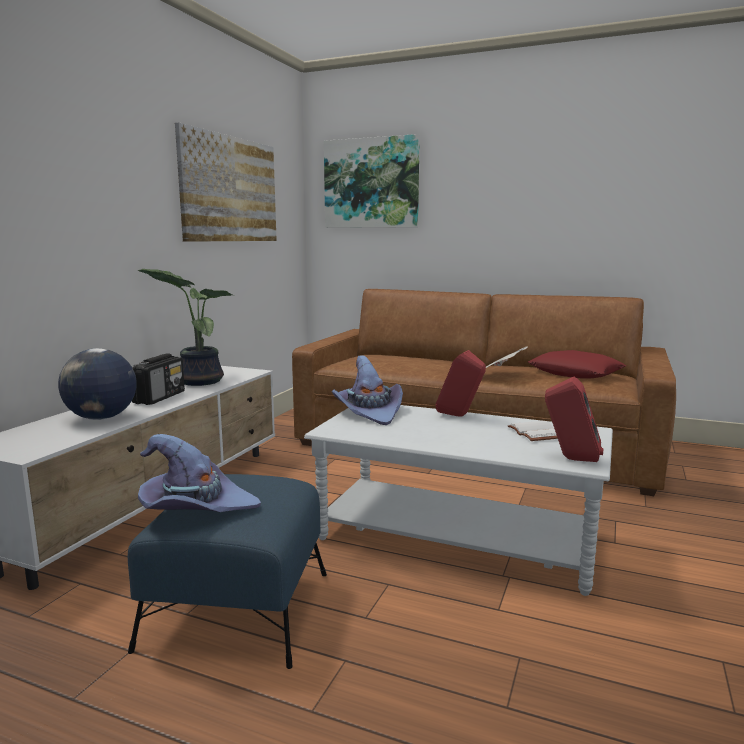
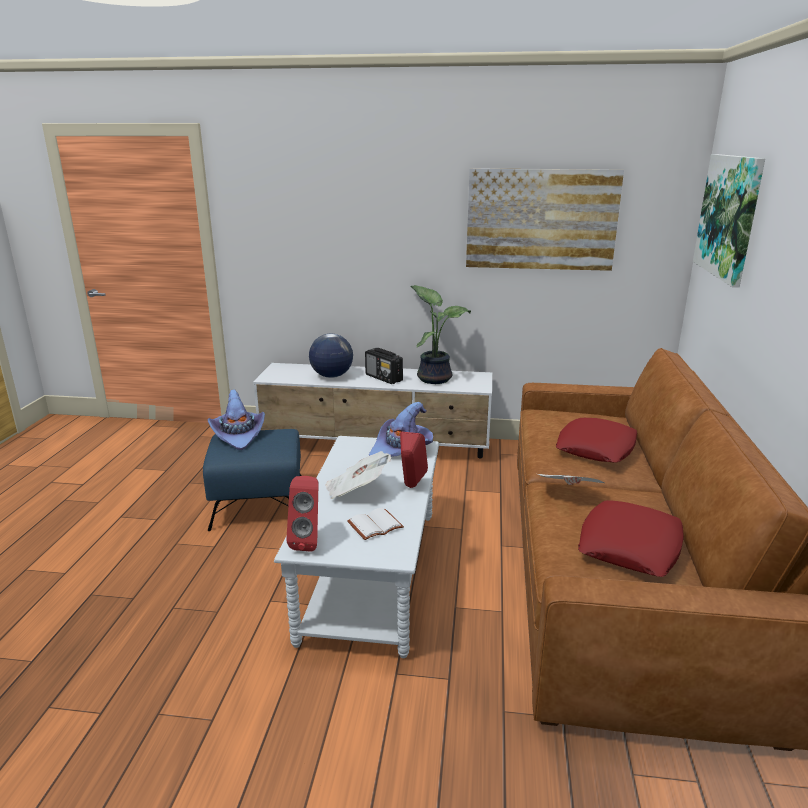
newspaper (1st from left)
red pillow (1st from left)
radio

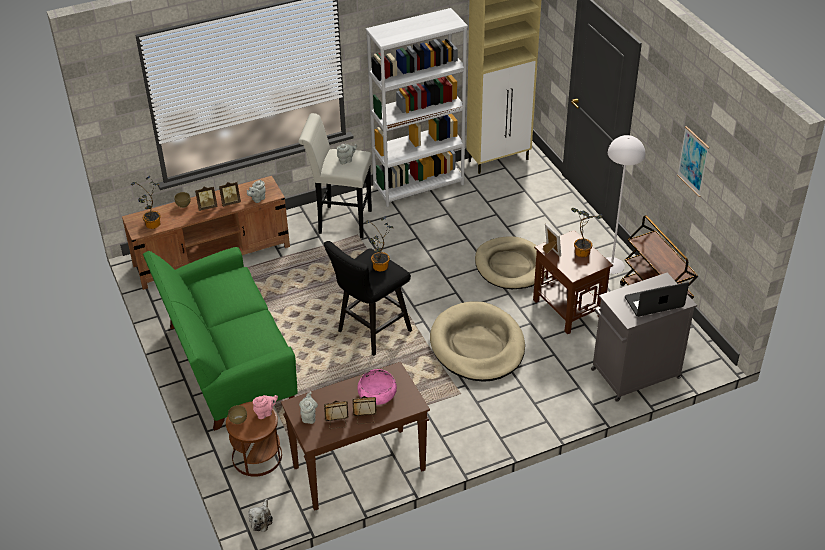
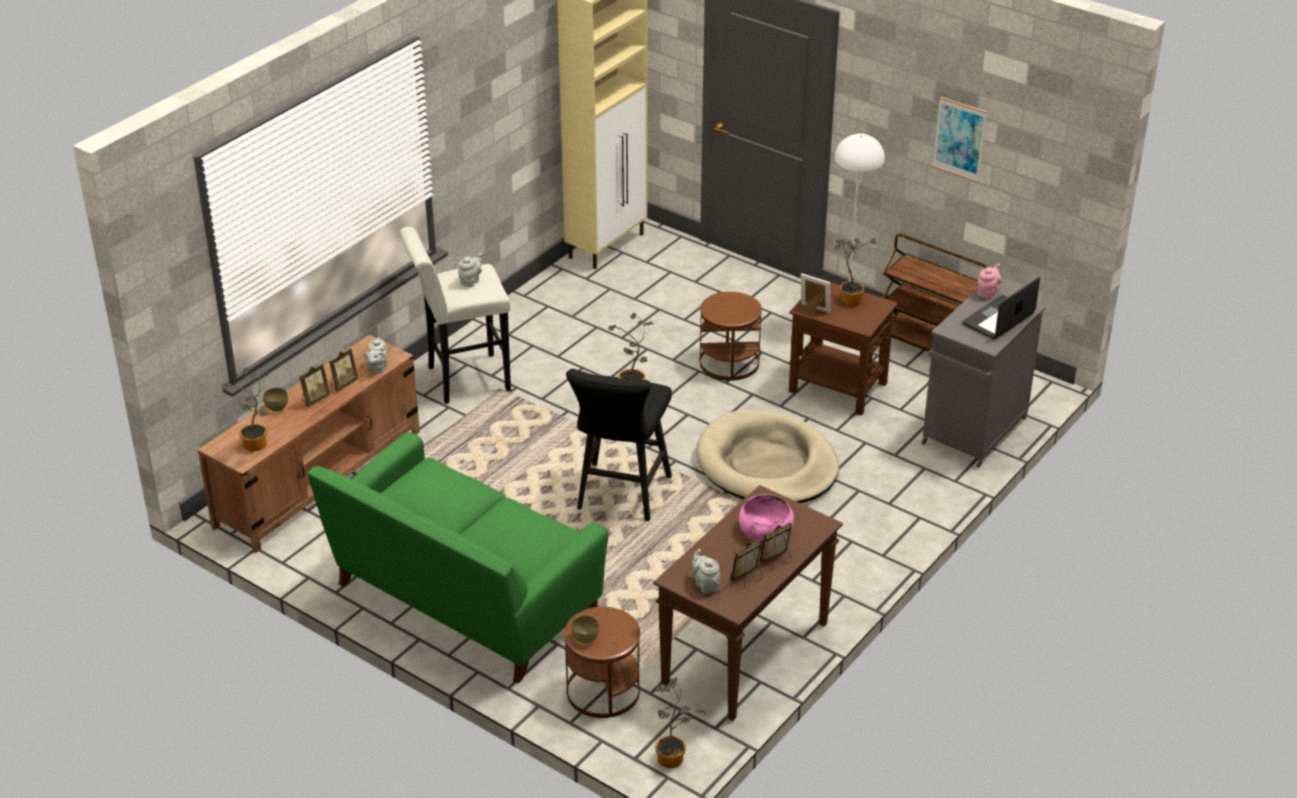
white bookcase
pink teapot
potted plant (3rd from left)
brown side table (2nd from left)

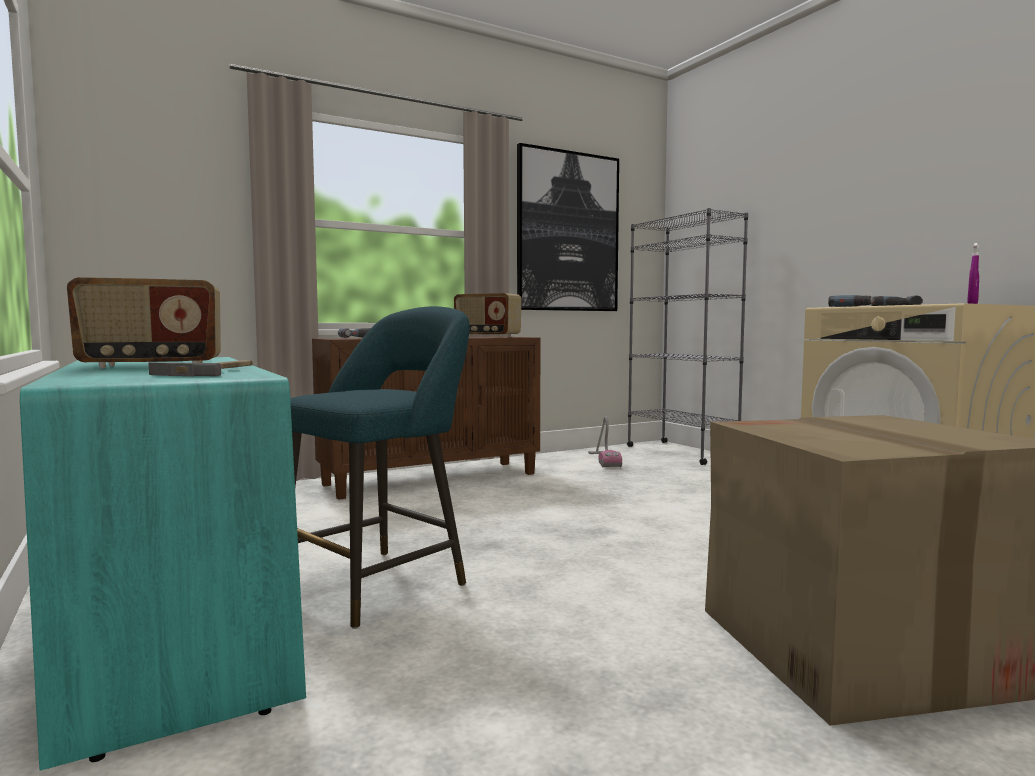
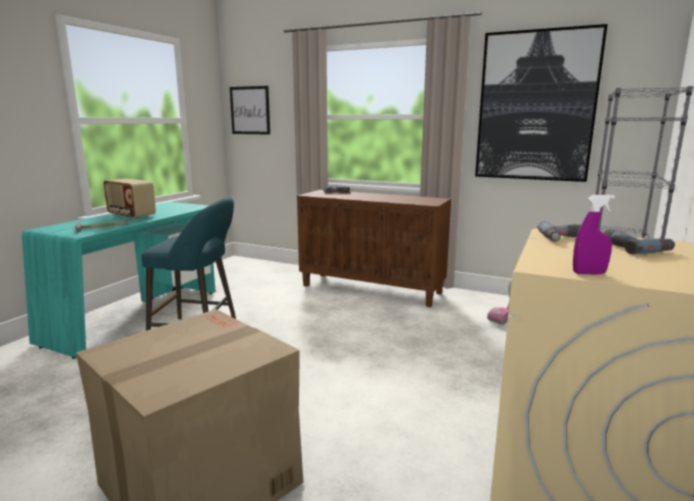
radio (2nd from left in the first image)
picture (1st from left)

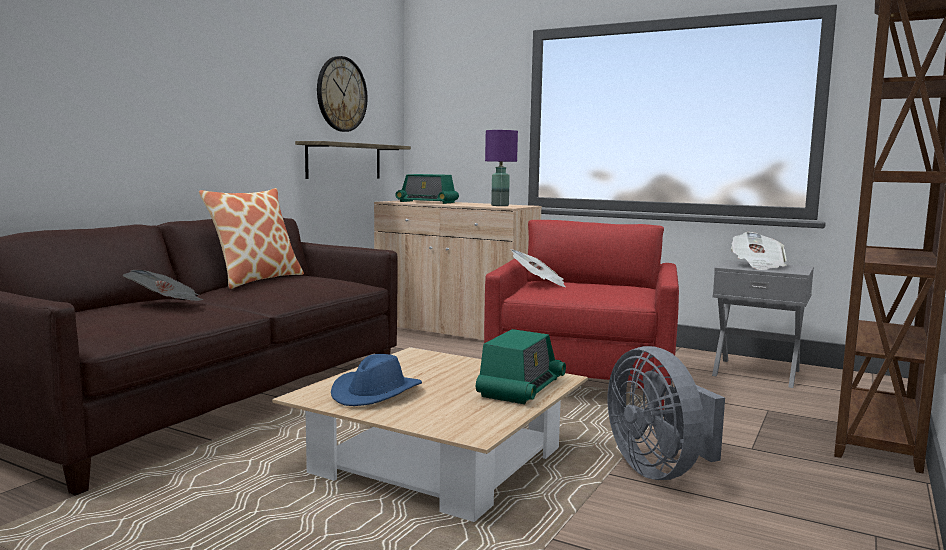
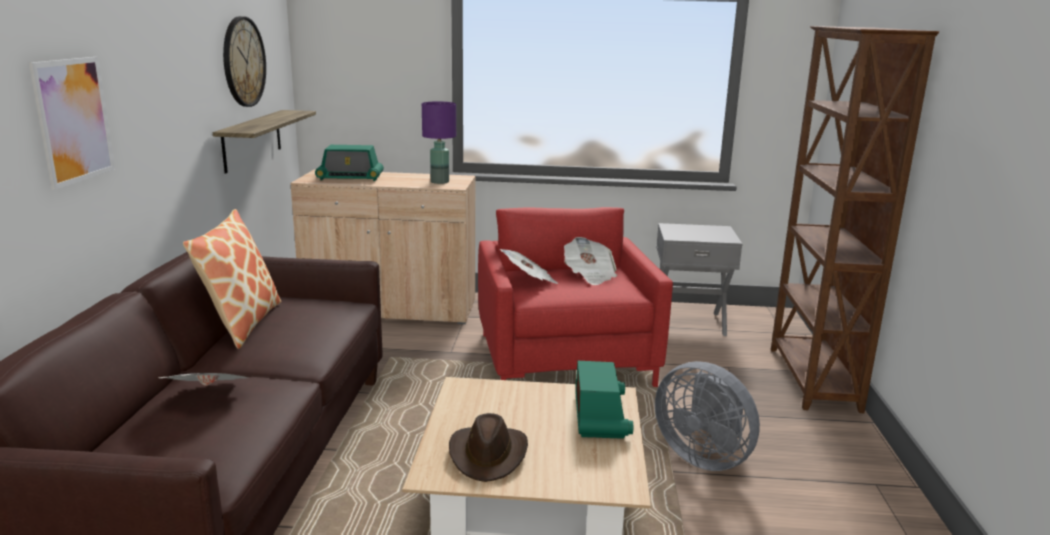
picture
newspaper (3rd from left)
brown hat

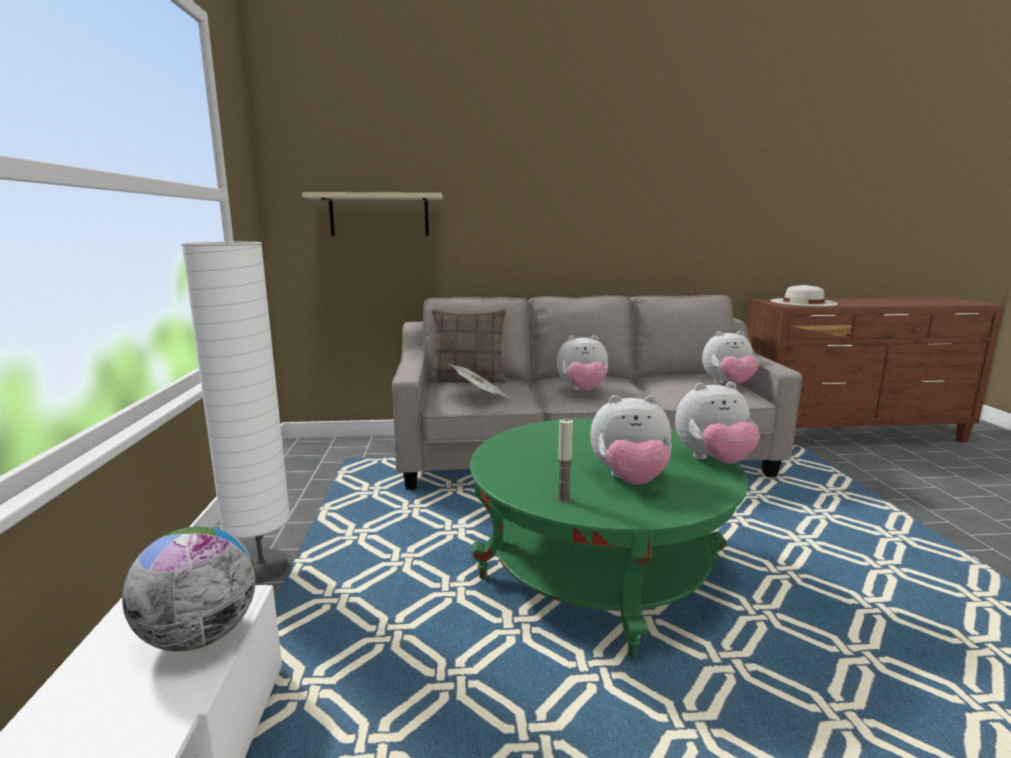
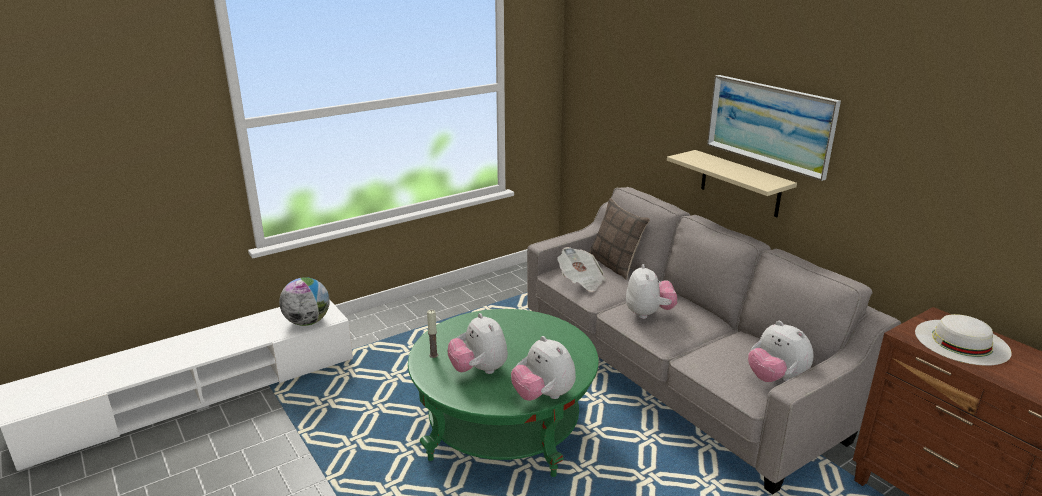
white floor lamp
picture
beige shelf
plush toy (3rd from left)

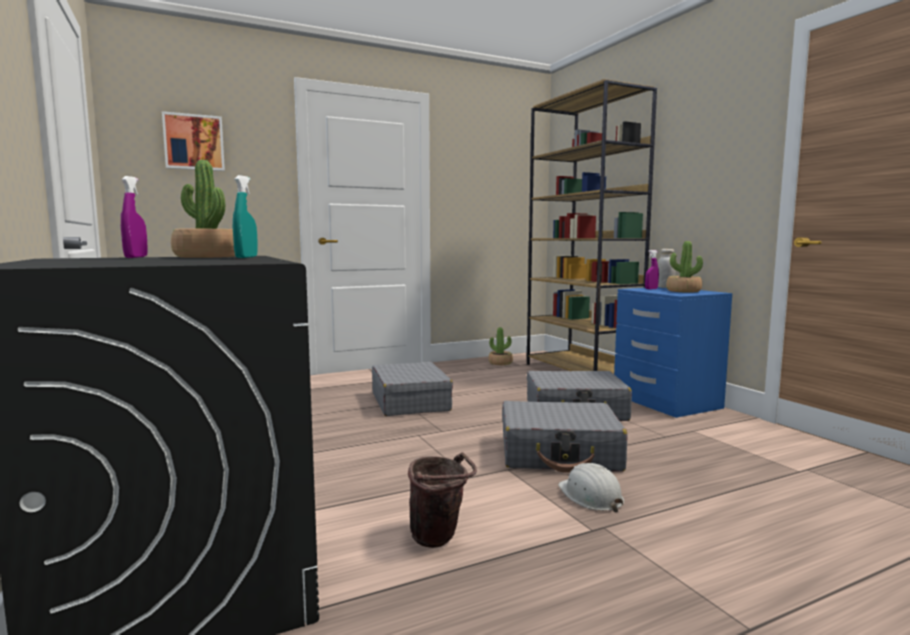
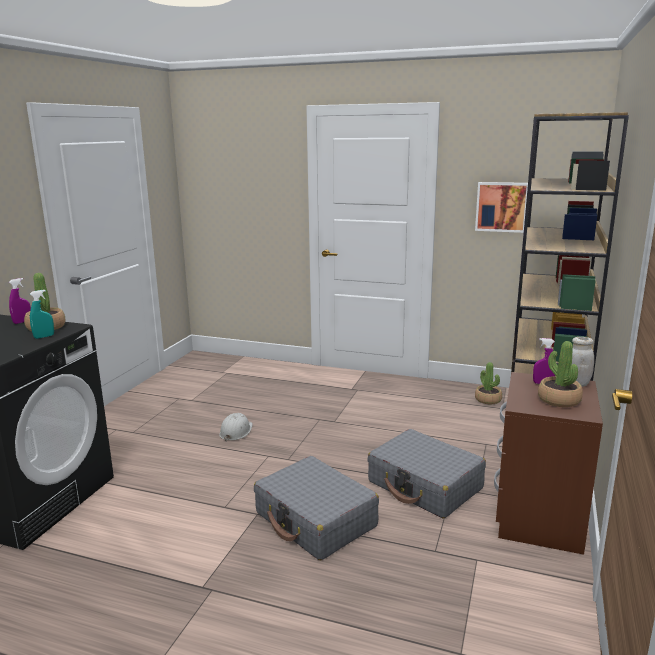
grey suitcase (1st from left in the first image)
brown bucket
picture
white hard hat
brown nightstand

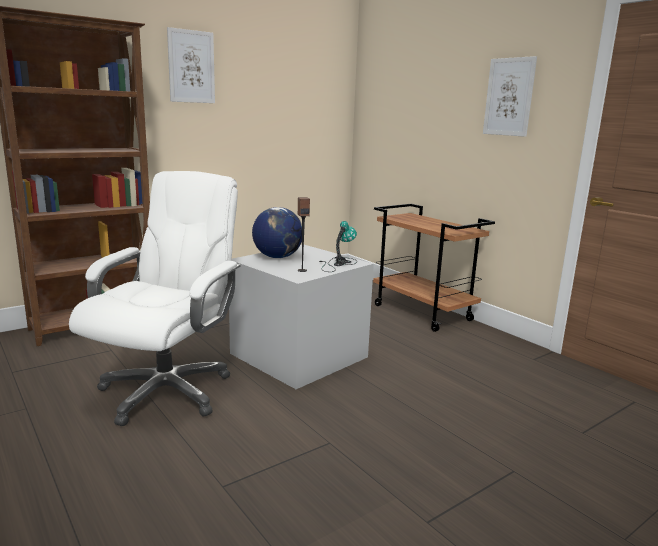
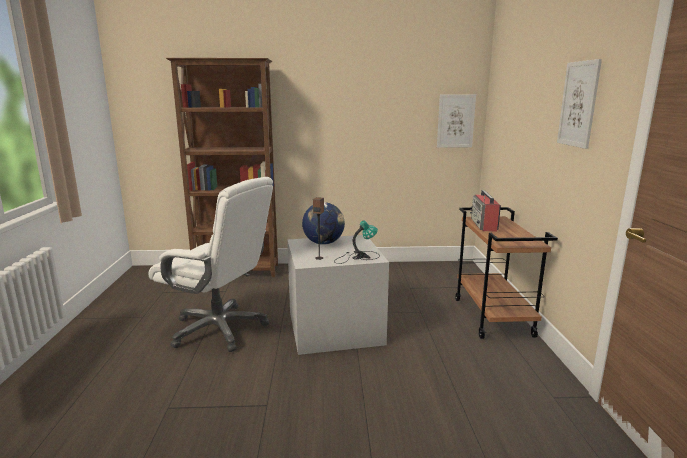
radio
picture (1st from left)
white office chair

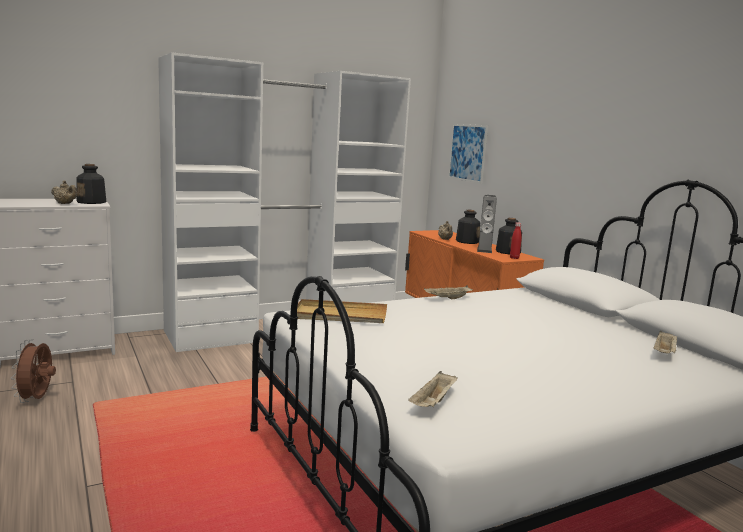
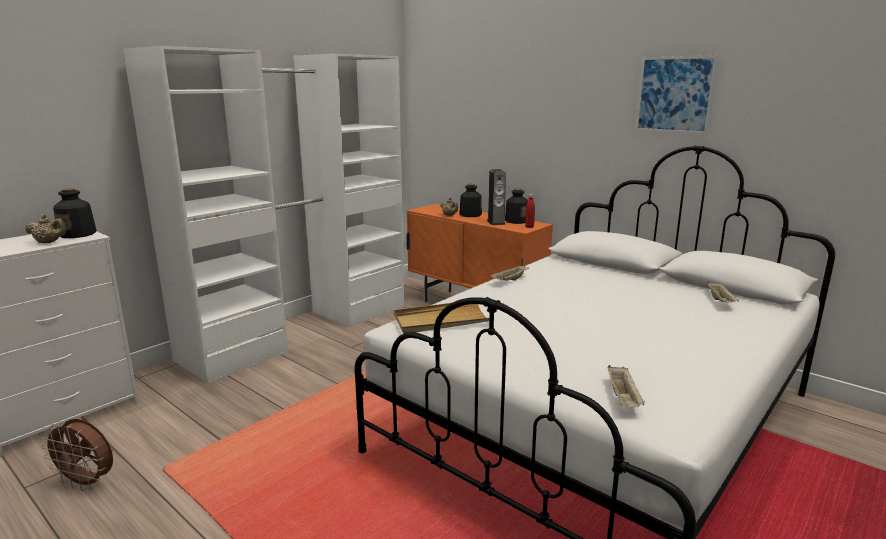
picture
brown fan

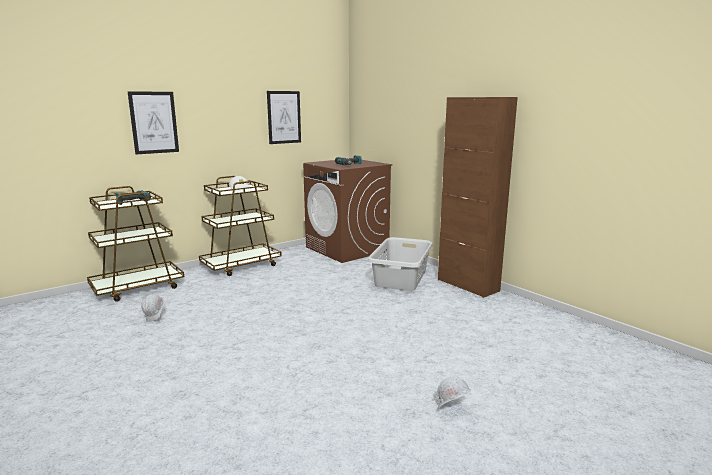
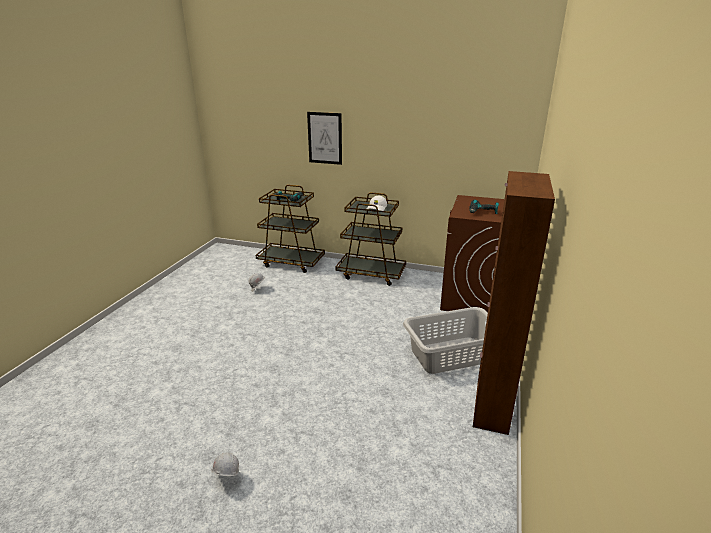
picture (2nd from left in the first image)

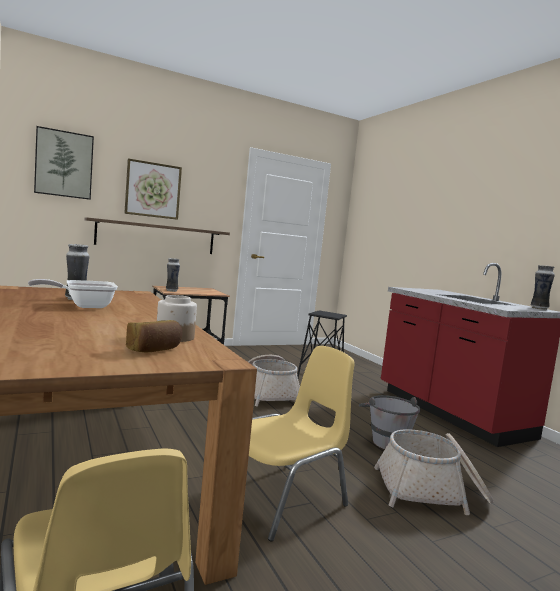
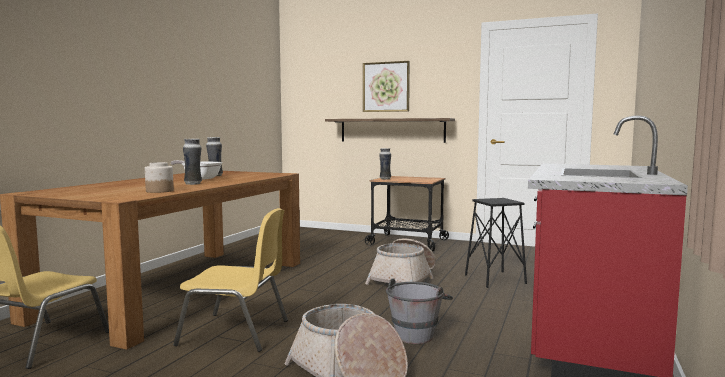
picture (1st from left in the first image)
bread
vase (1st from left)

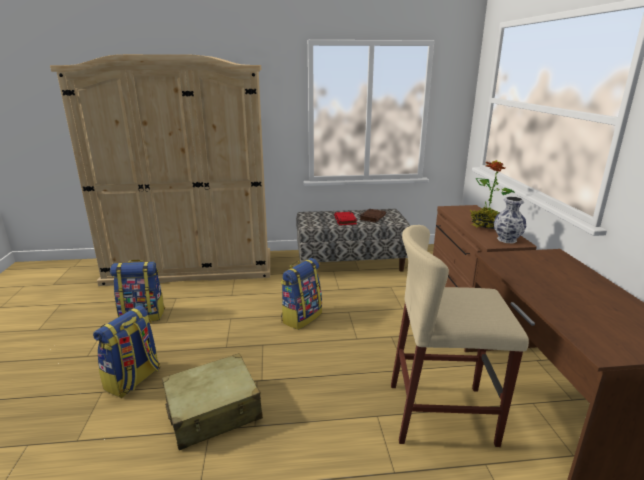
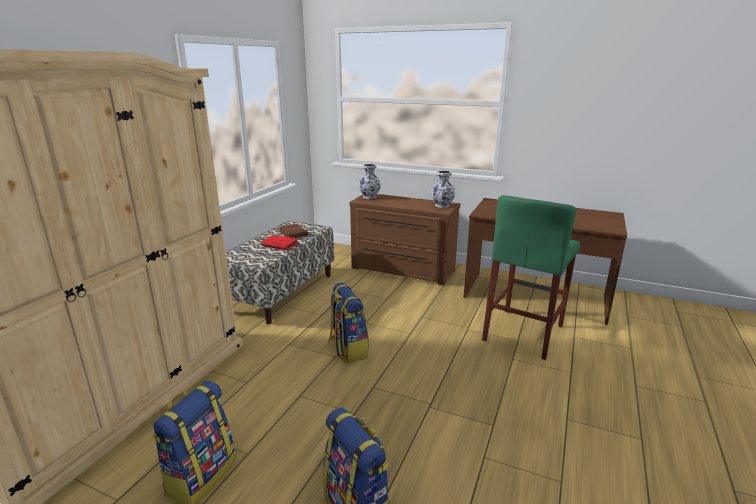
beige suitcase
potted plant
vase (1st from left)
green stool

